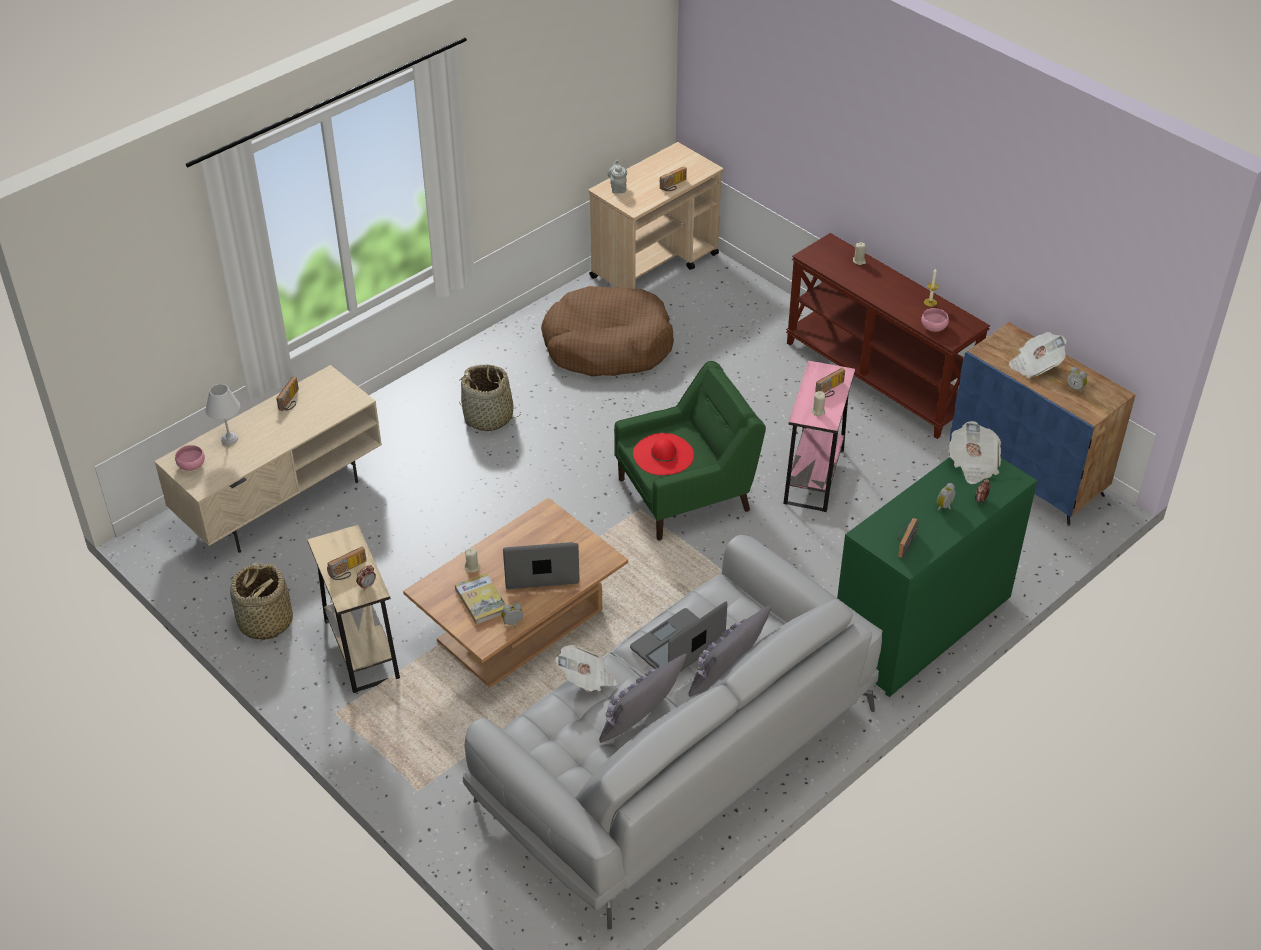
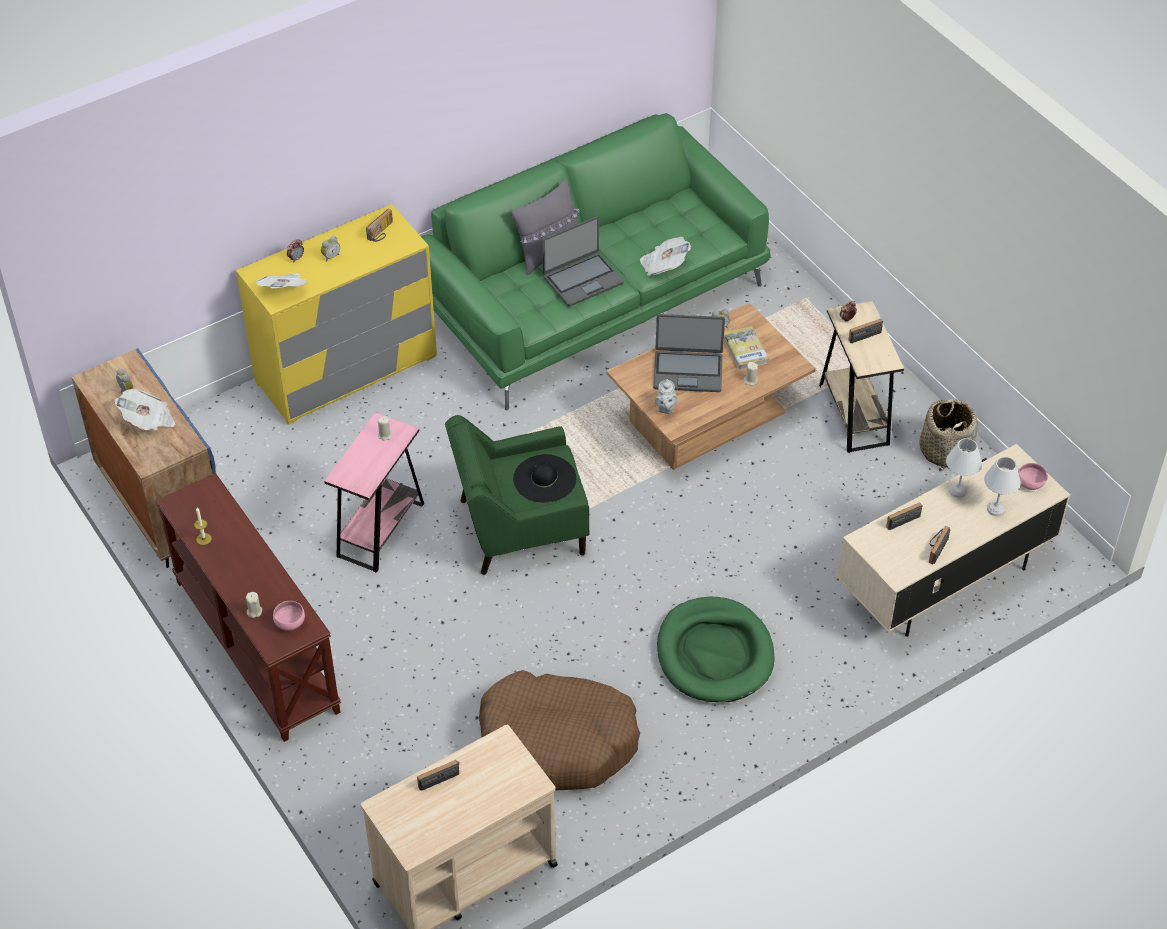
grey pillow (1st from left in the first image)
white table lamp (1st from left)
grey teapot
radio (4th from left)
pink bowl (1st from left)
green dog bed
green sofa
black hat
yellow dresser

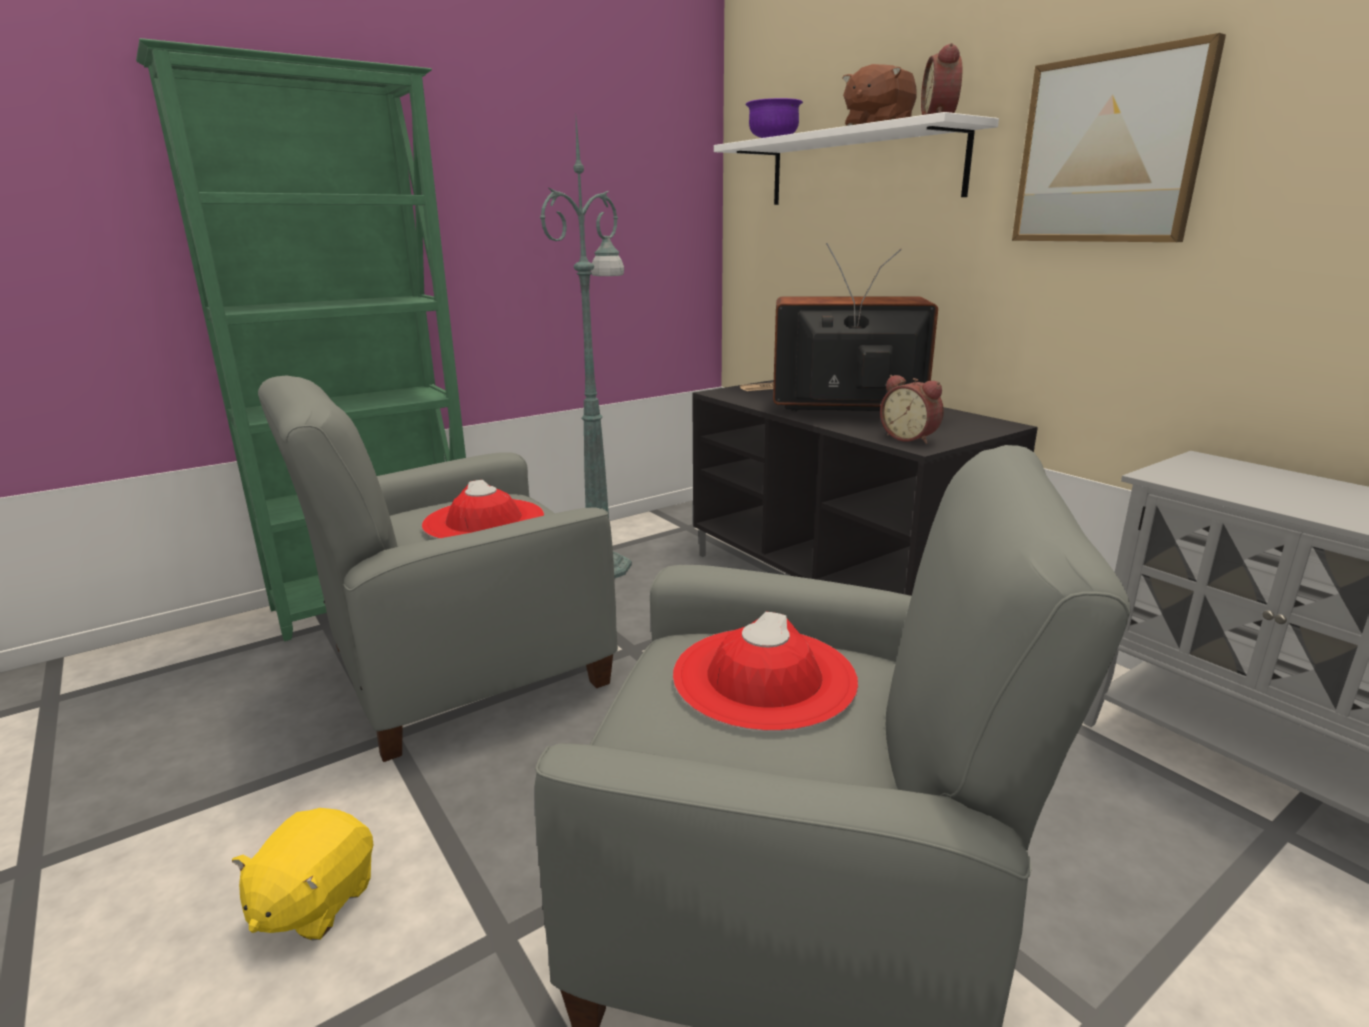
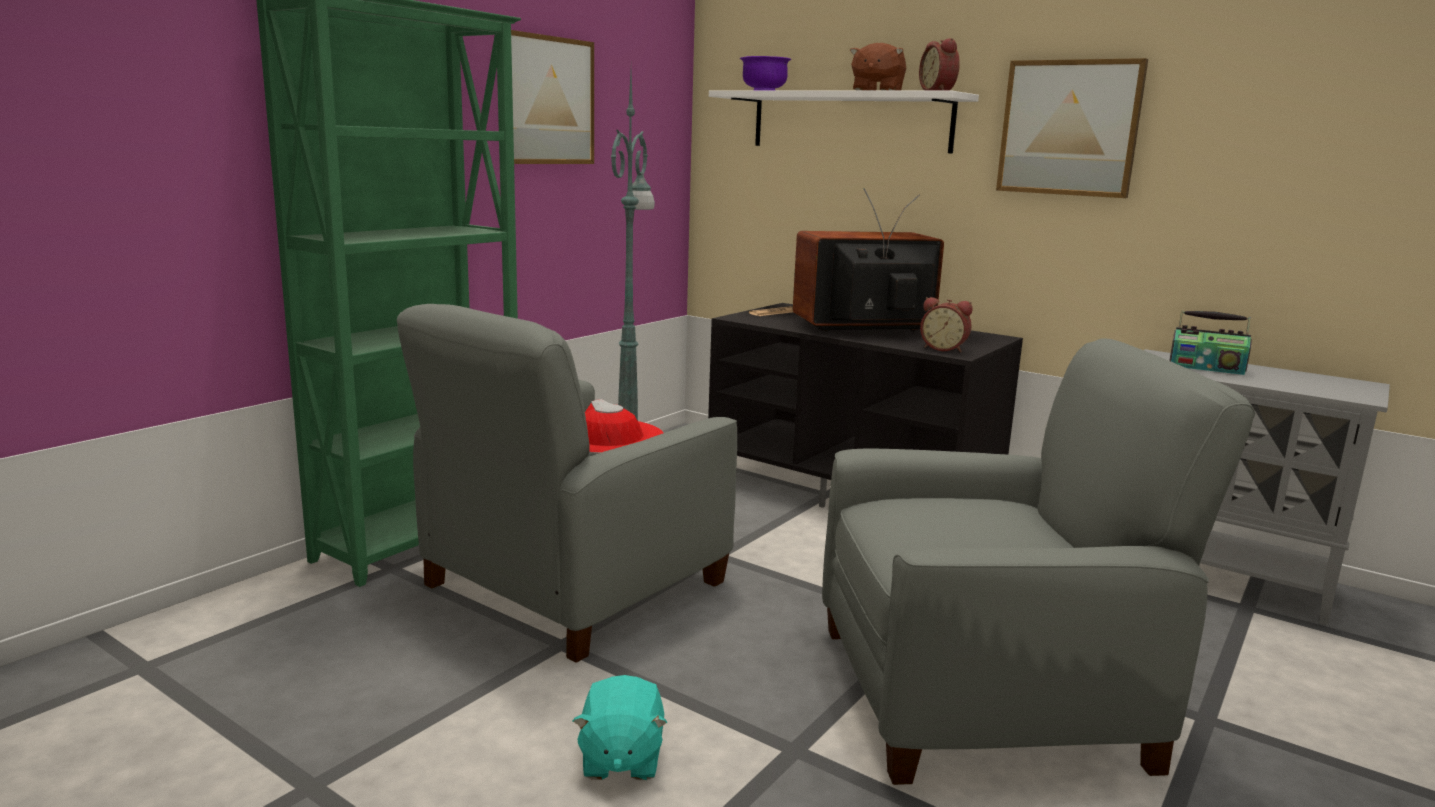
red hat (2nd from left in the first image)
picture (1st from left)
radio
turquoise plush toy

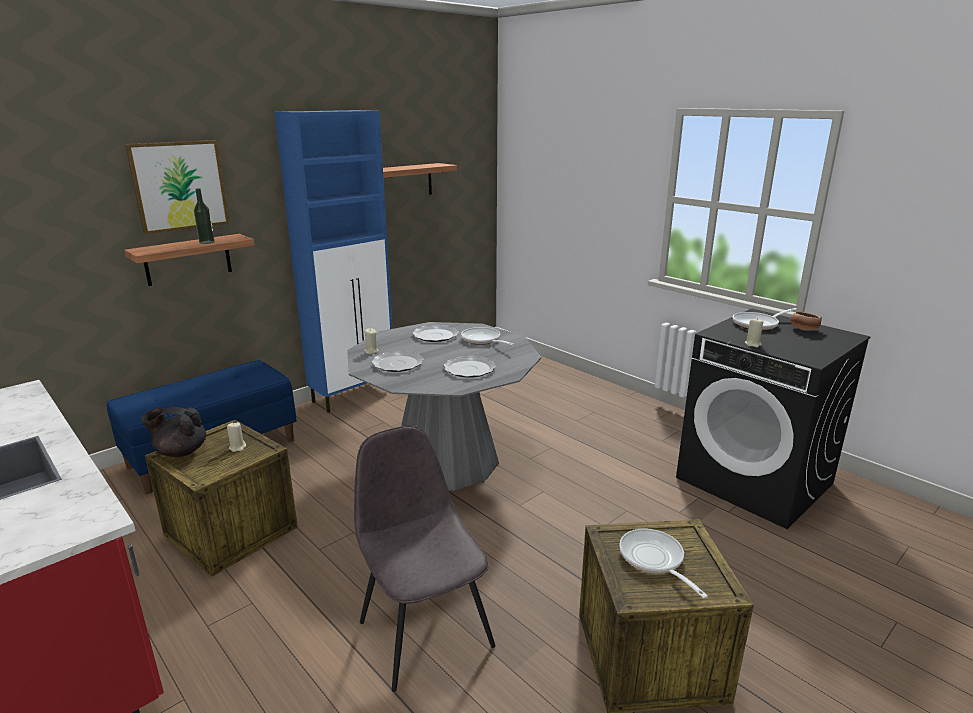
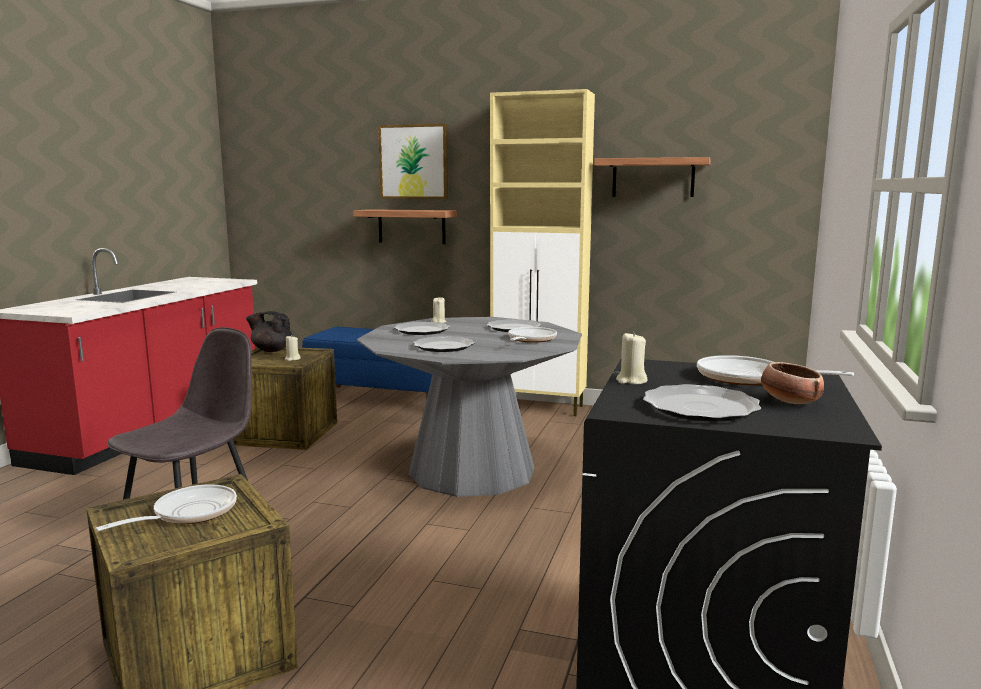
bottle
plate (4th from left)
beige cabinet
black teapot

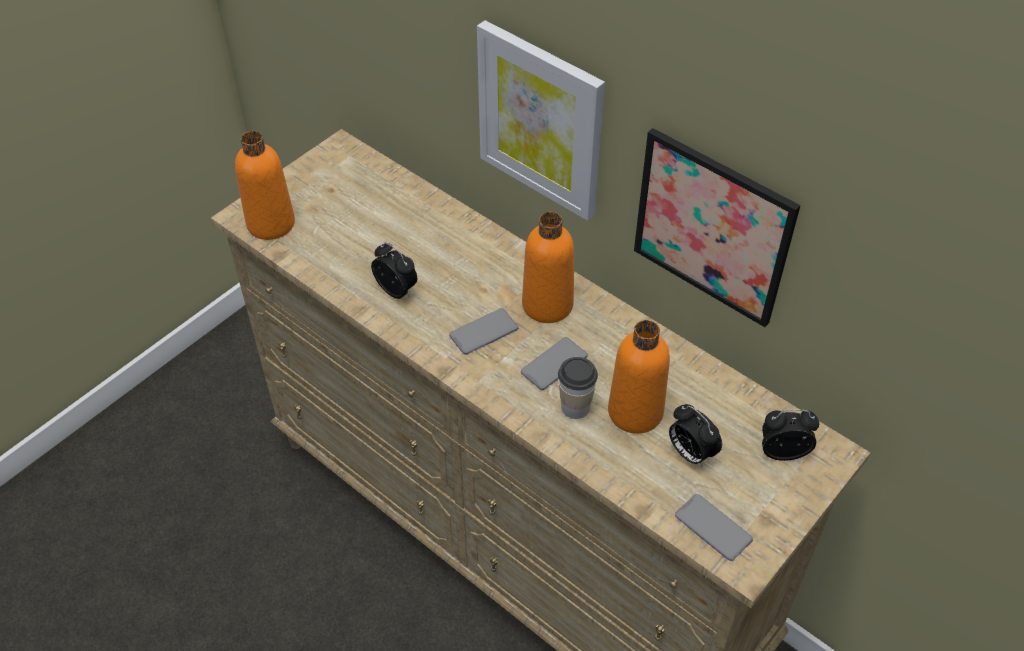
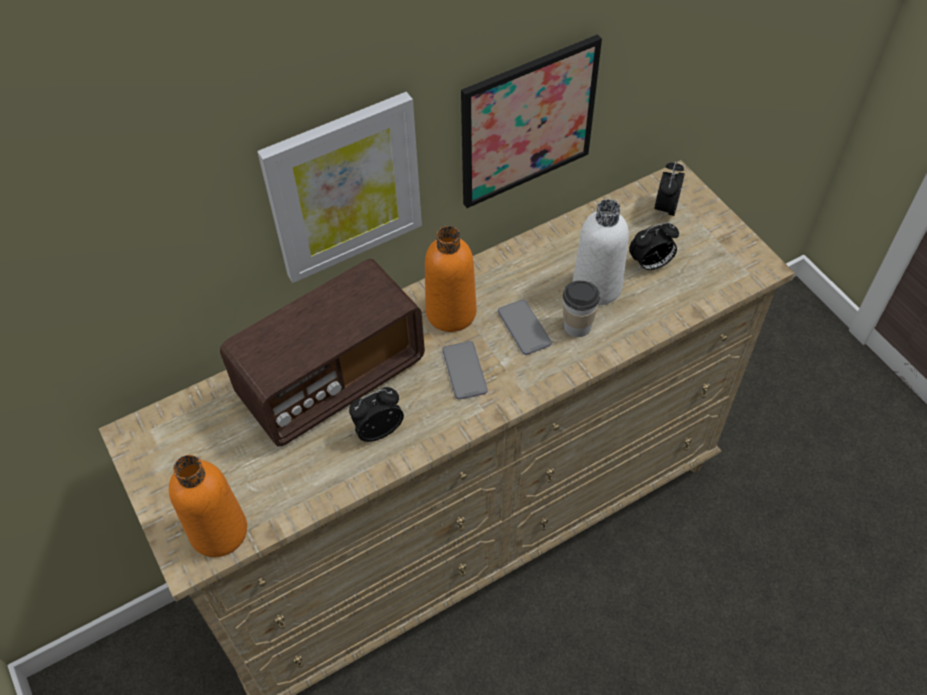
phone (3rd from left in the first image)
radio
white bottle

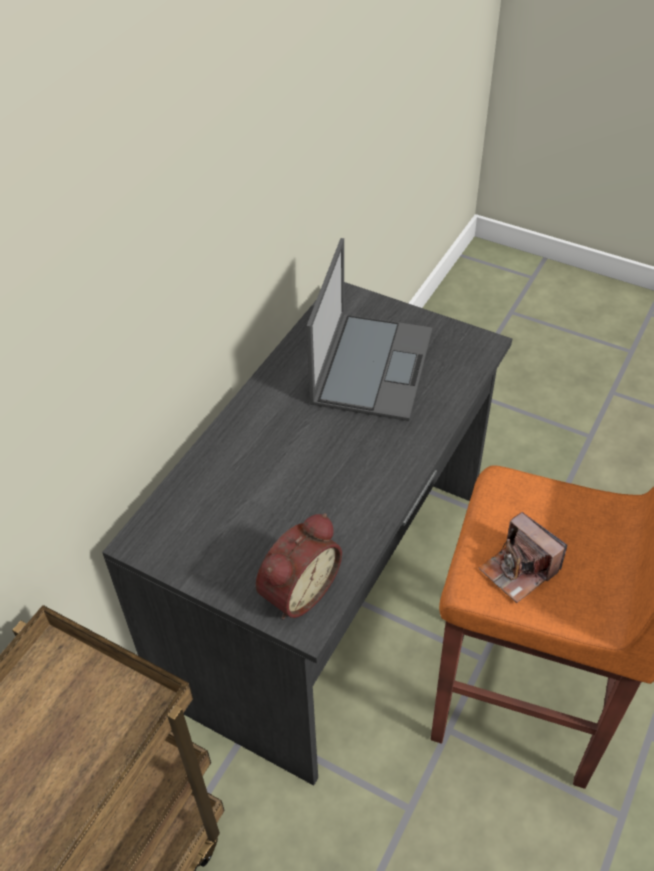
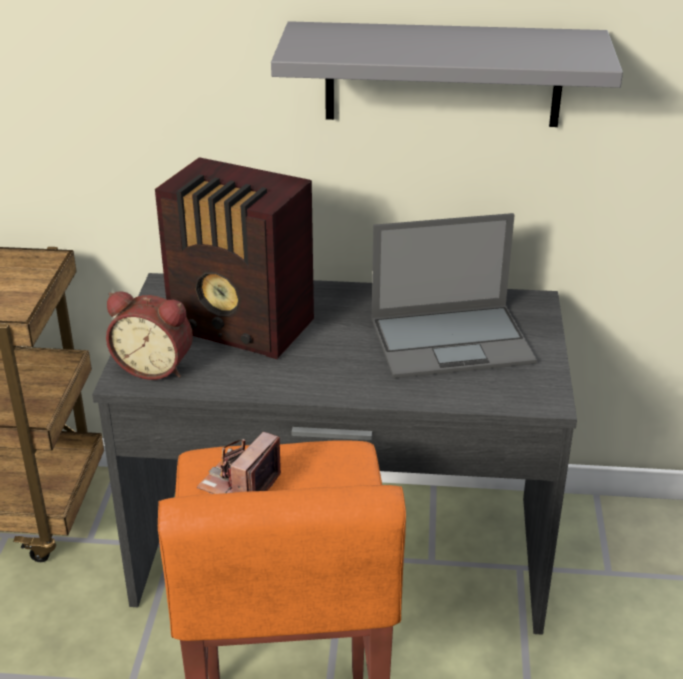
radio
grey shelf

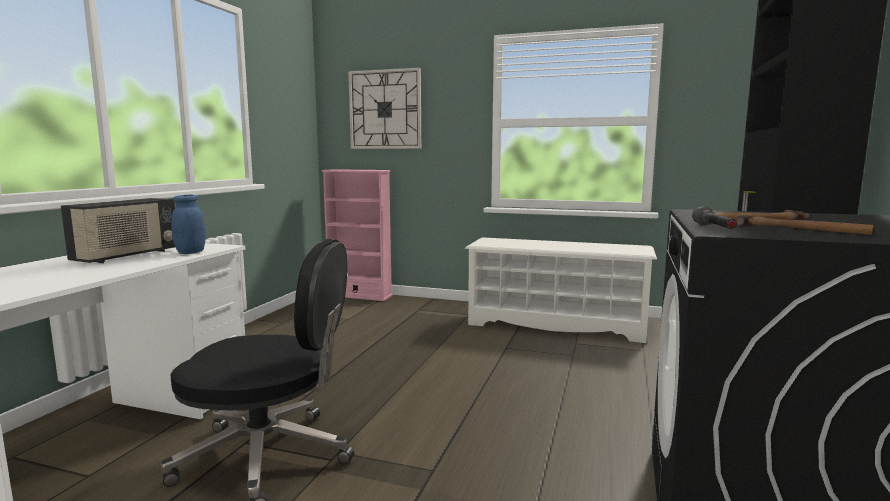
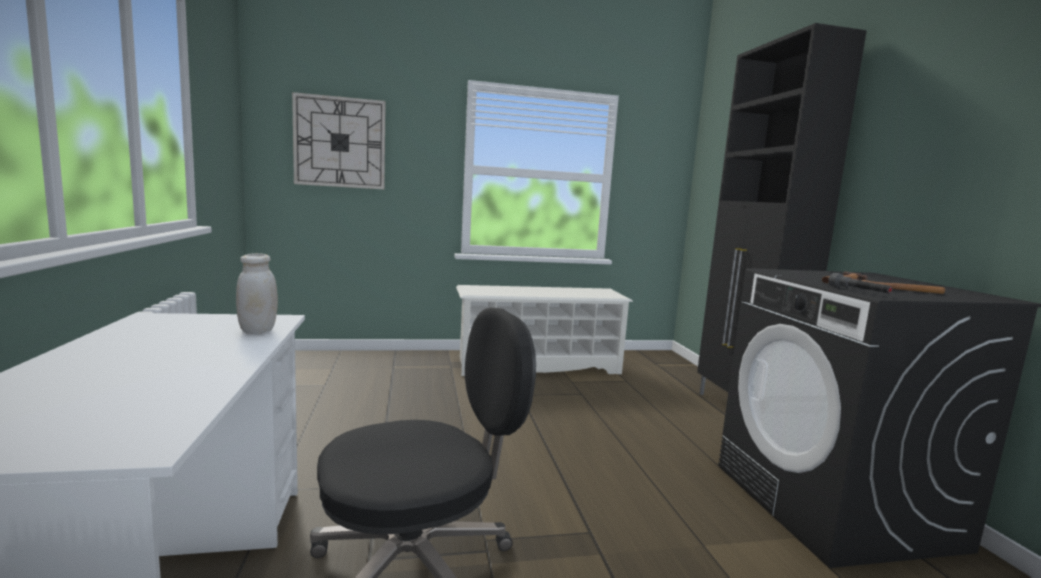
radio
pink bookcase
white jar

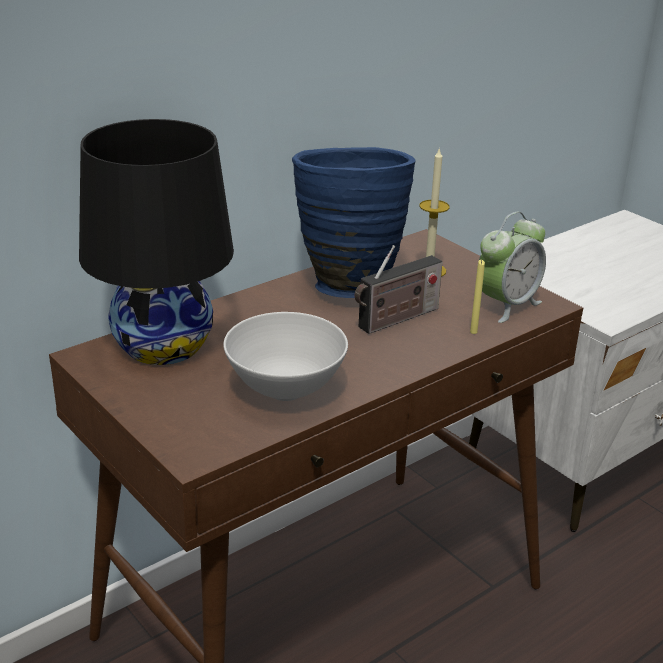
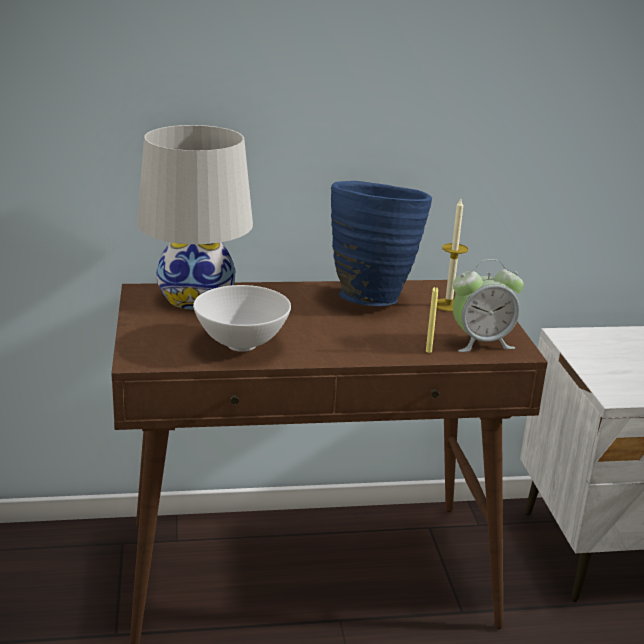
radio
white table lamp

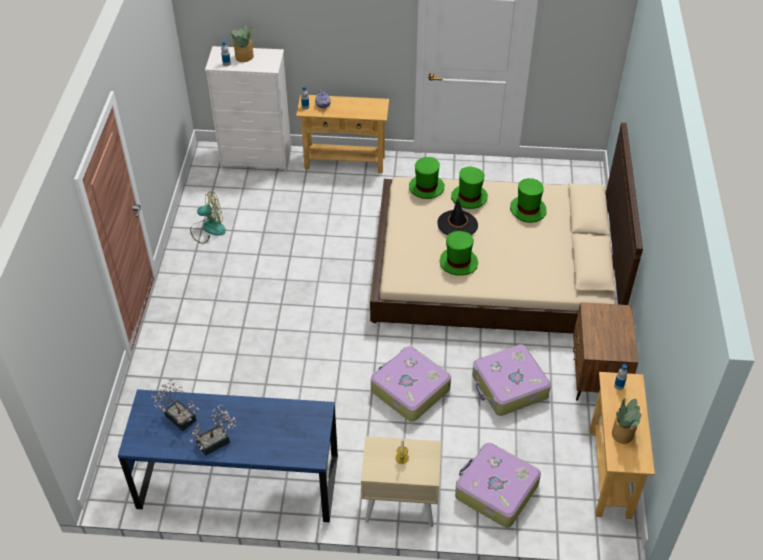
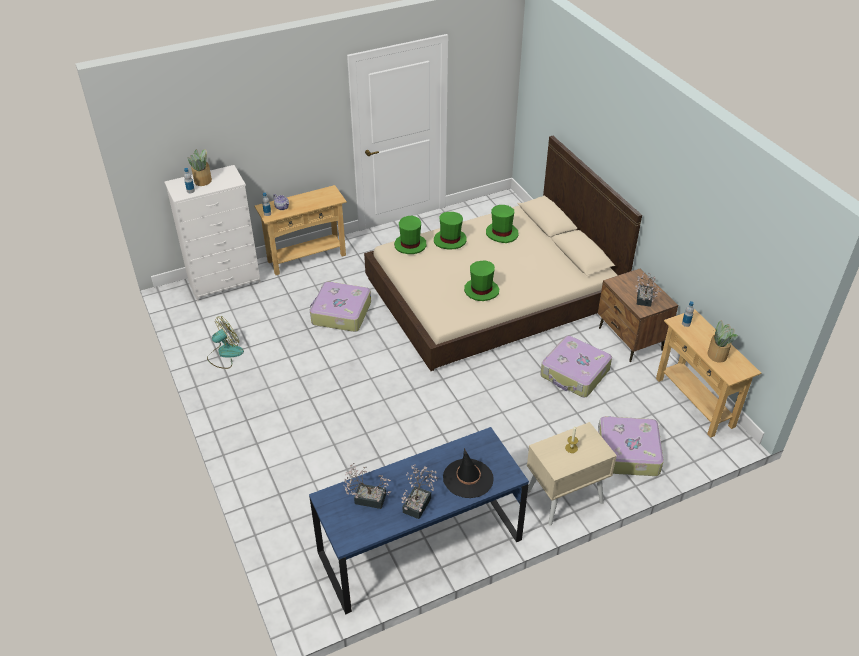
potted plant (4th from left)
suitcase (1st from left)
black hat

